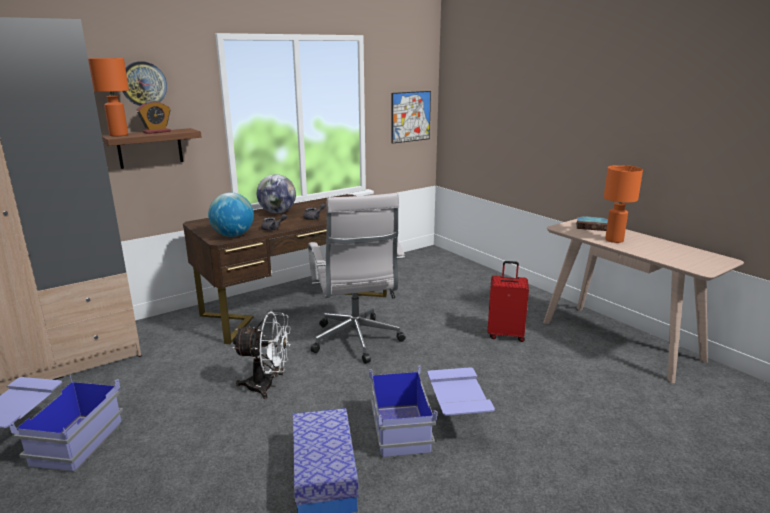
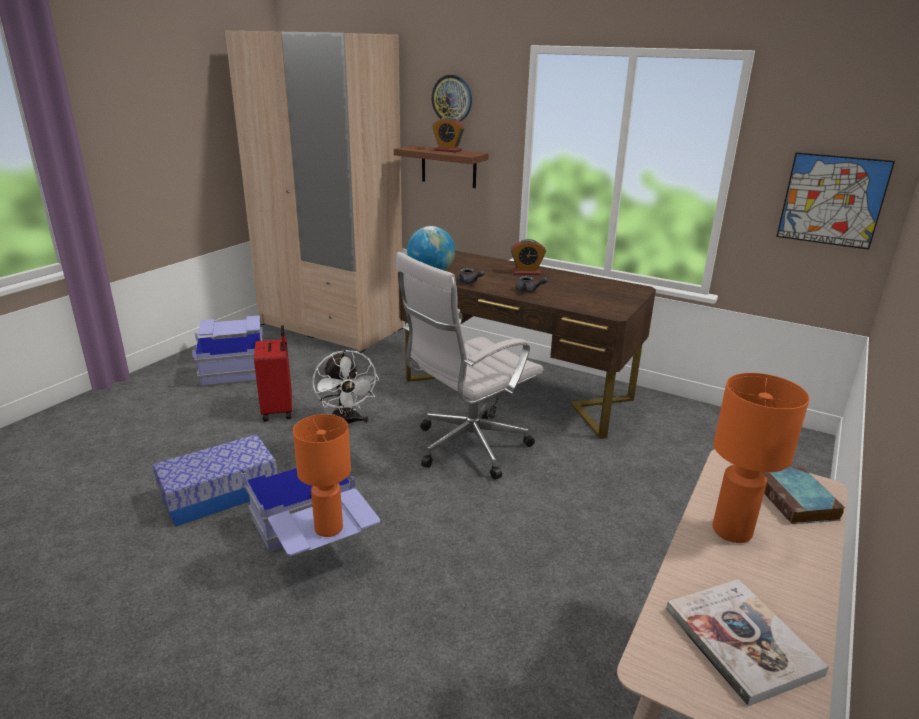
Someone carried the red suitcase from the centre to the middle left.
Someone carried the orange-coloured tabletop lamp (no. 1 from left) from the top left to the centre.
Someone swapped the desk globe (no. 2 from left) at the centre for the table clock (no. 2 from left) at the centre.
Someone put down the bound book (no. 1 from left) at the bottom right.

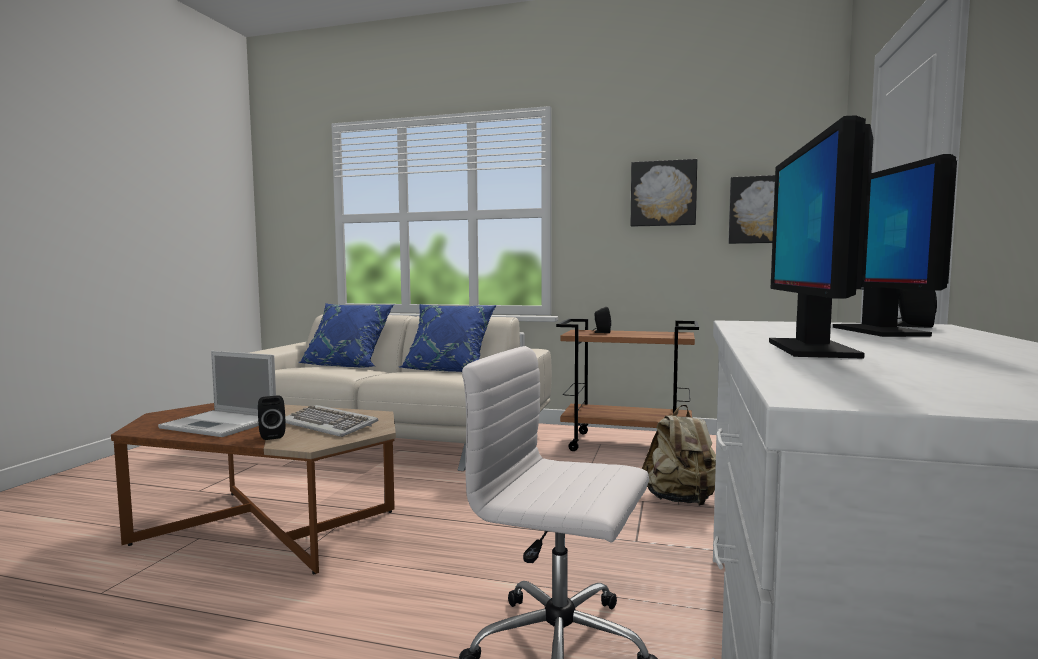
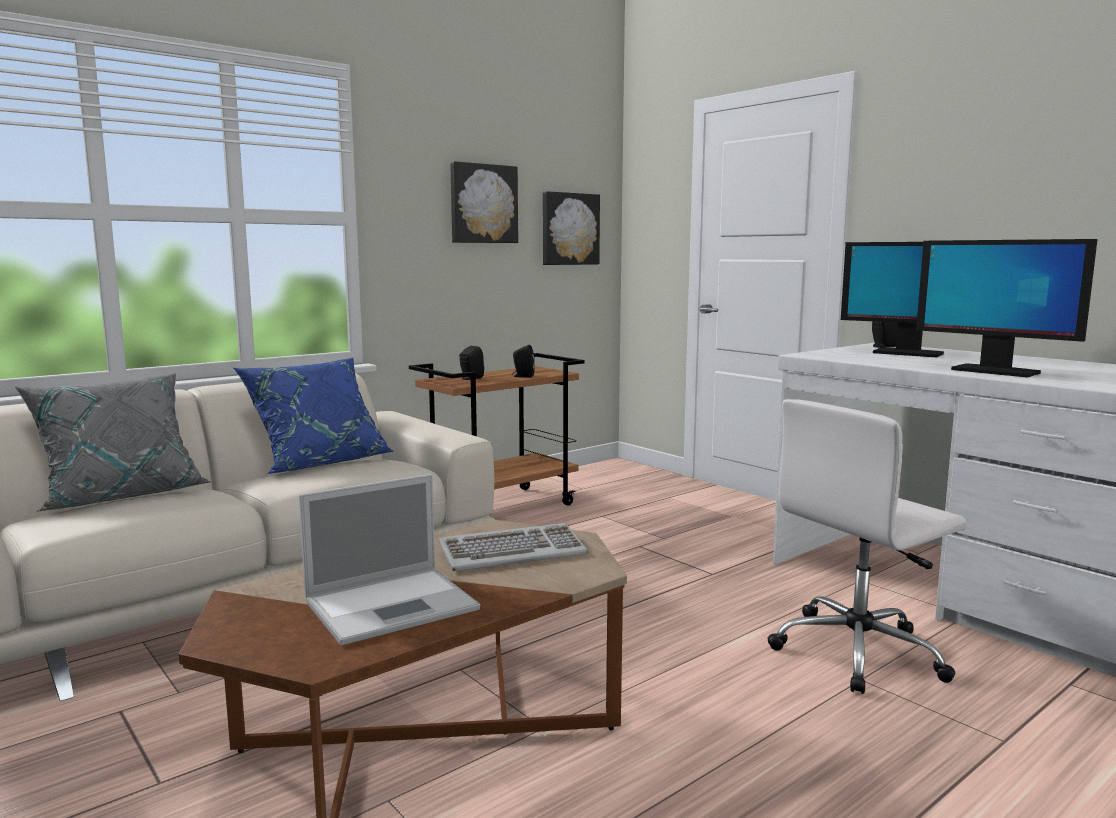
Someone repainted the blue-coloured cushion (no. 1 from left) at the centre, which became the greyish cushion at the middle left.
Someone carried the black speaker (no. 1 from left in the first image) from the middle left to the centre.
Someone took away the sand-coloured backpack at the bottom centre.

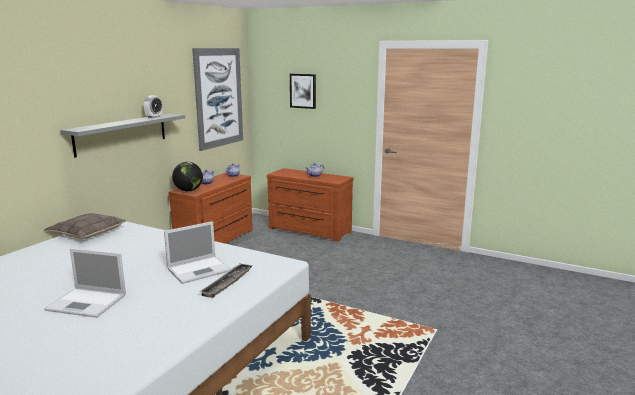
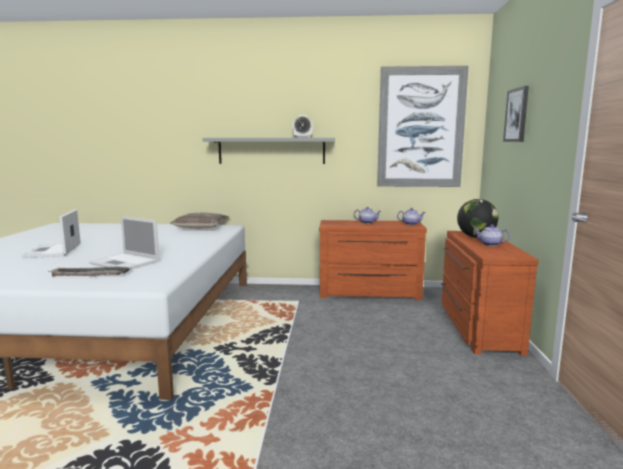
Someone carried the desk globe from the middle left to the middle right.

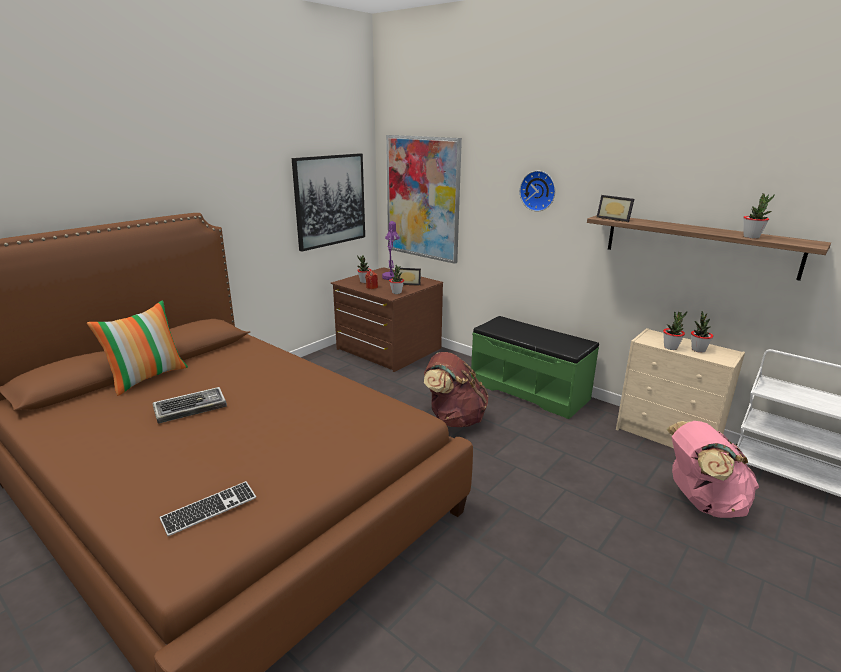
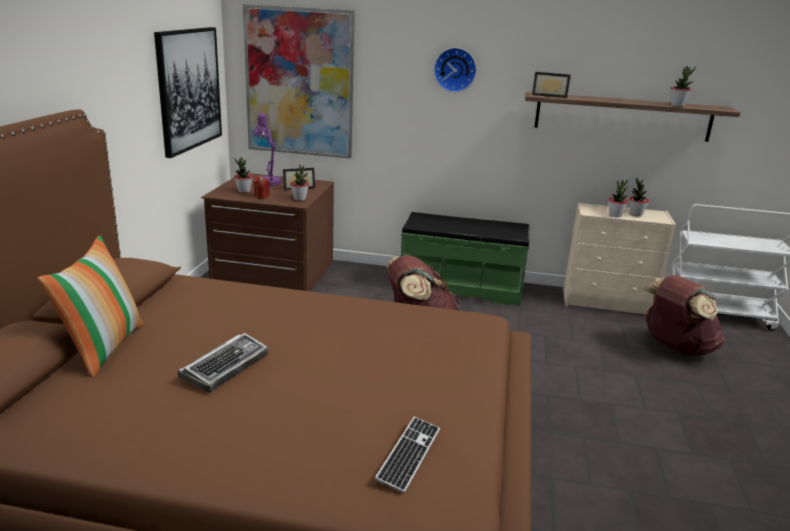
Someone repainted the pink-coloured backpack at the bottom right, which became the brown-coloured backpack (no. 2 from left) at the middle right.

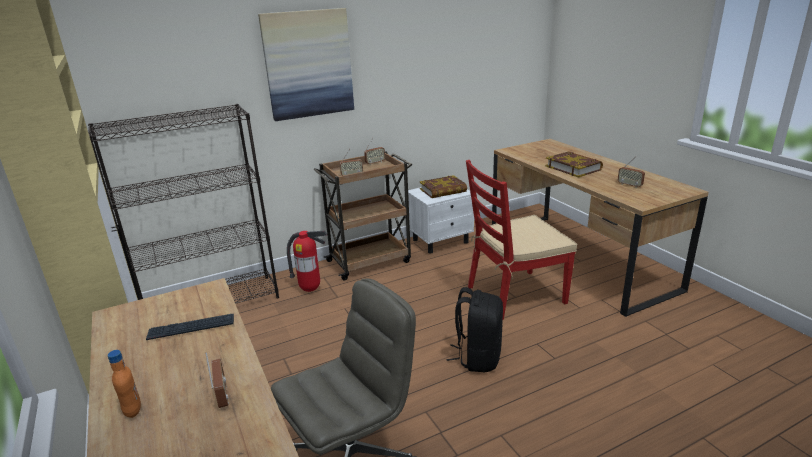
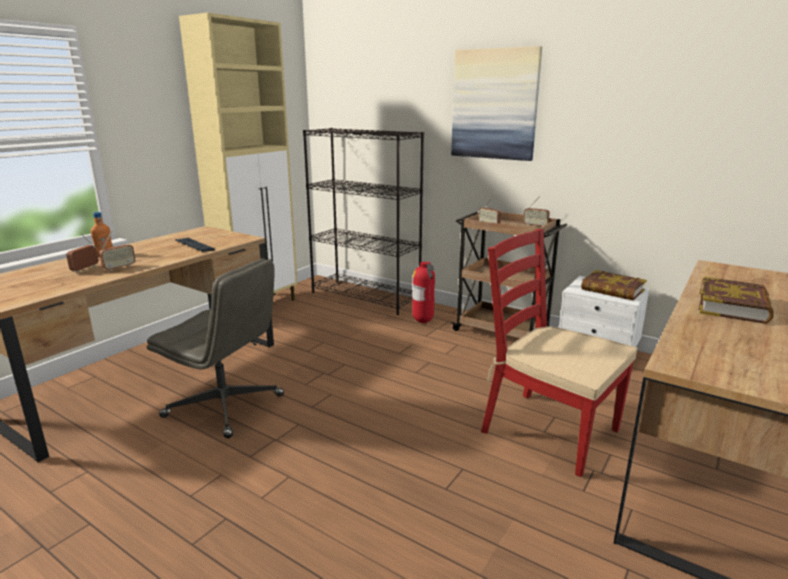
Someone carried the radio (no. 4 from left in the first image) from the middle right to the middle left.
Someone took away the black backpack at the bottom centre.

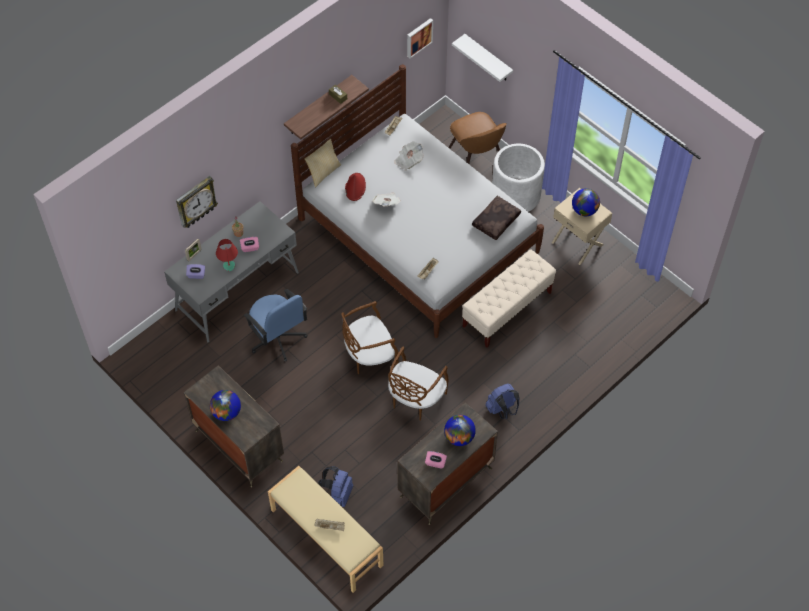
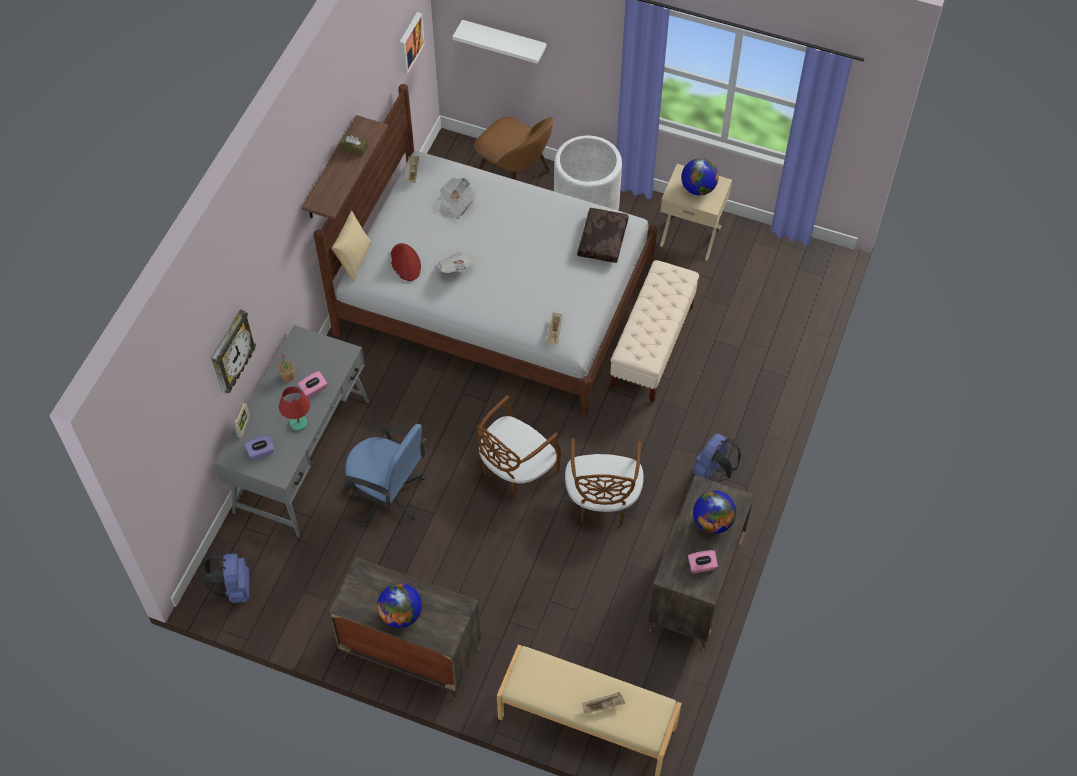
Someone carried the blue-coloured backpack (no. 1 from left) from the bottom centre to the bottom left.

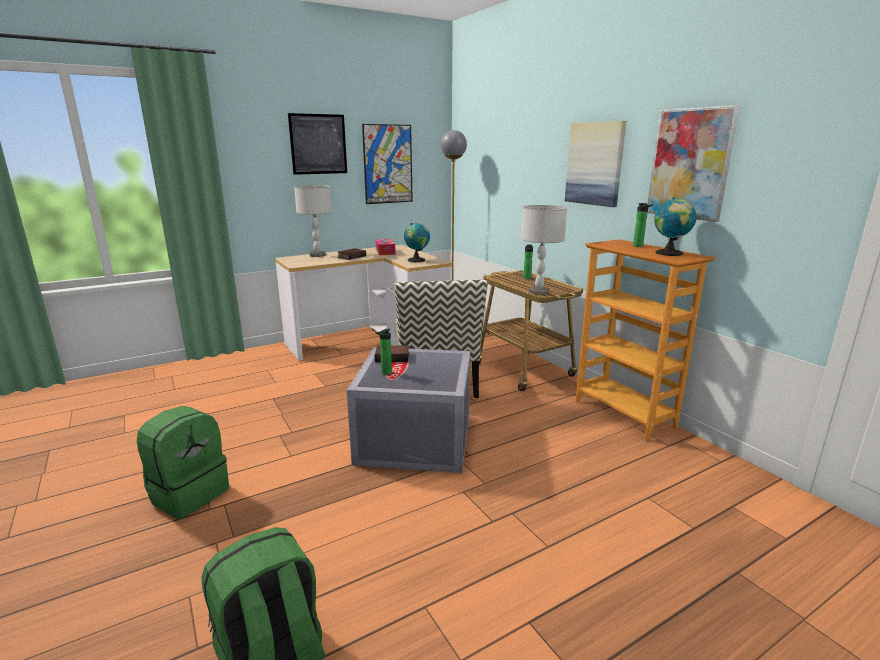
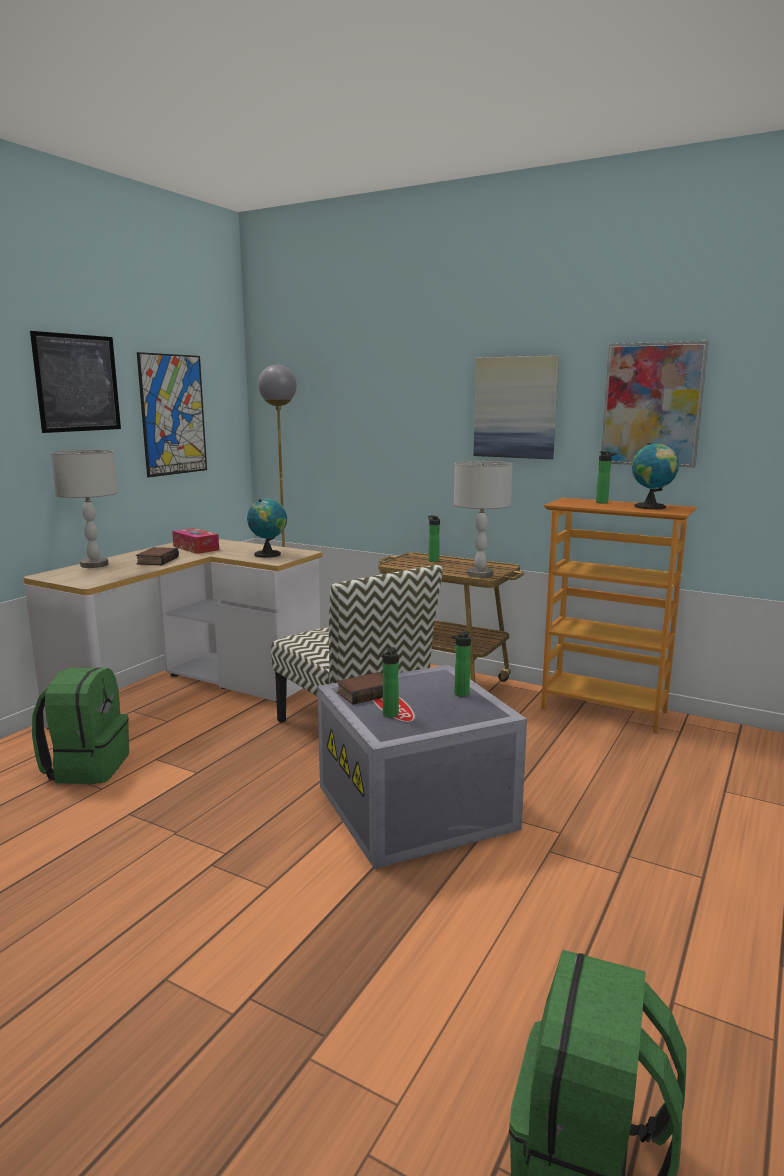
Someone carried the green-coloured backpack (no. 1 from left) from the bottom left to the middle left.
Someone put down the drink bottle (no. 3 from left) at the centre.

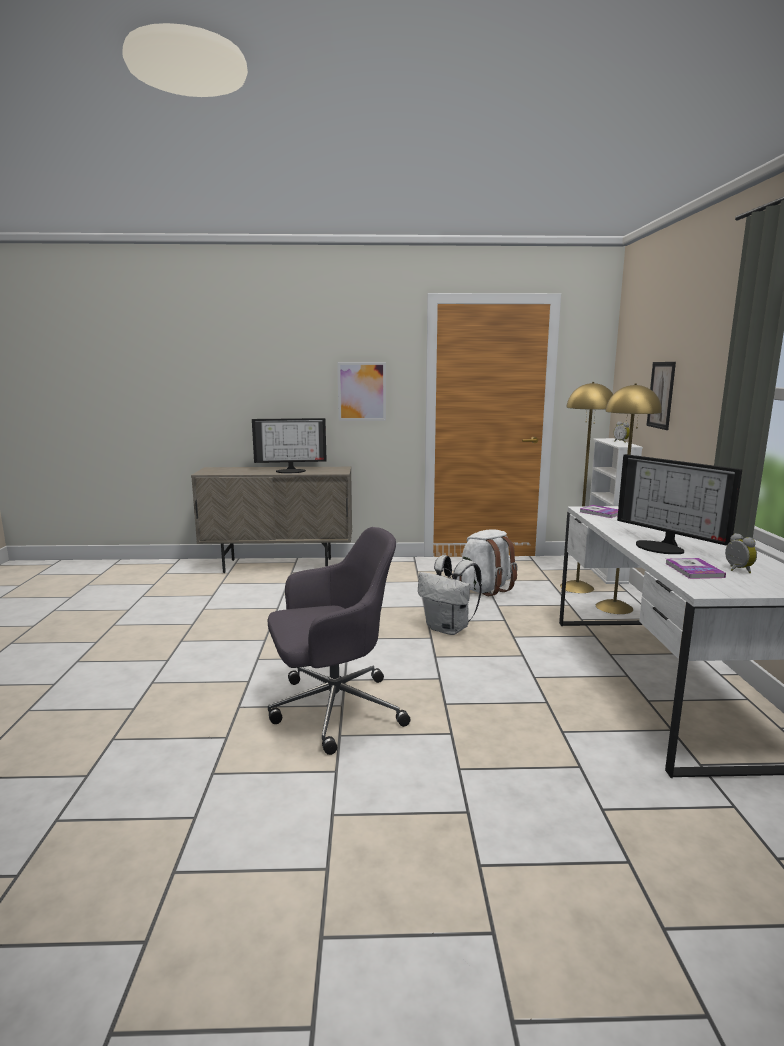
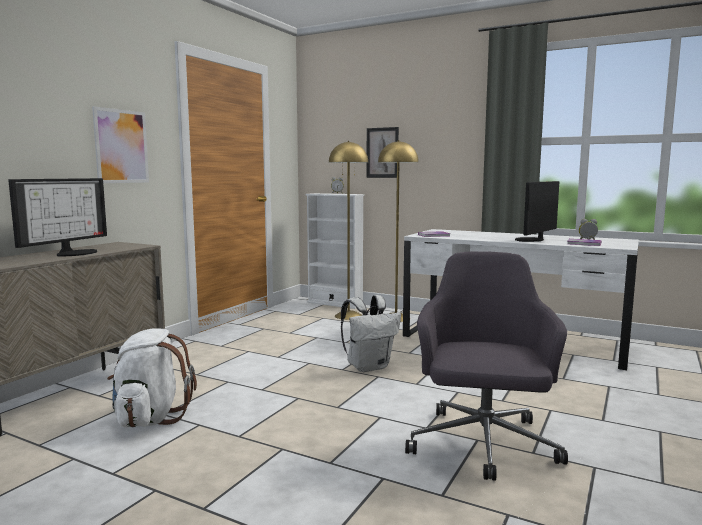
Someone carried the white-coloured backpack (no. 2 from left in the first image) from the centre to the bottom left.
Someone rotated the computer screen (no. 2 from left) at the middle right by 135 degrees clockwise.

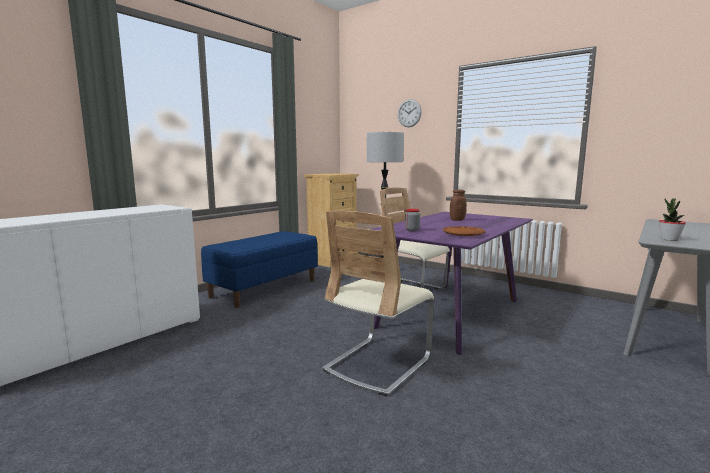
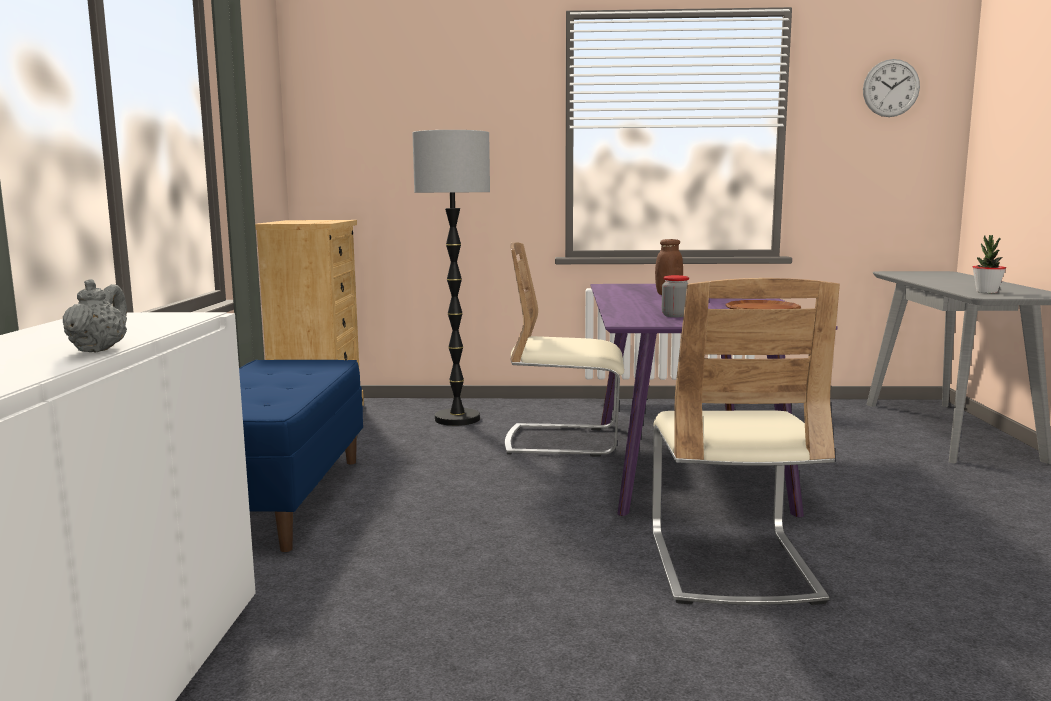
Someone put down the greyish teapot at the middle left.
Someone carried the wall clock from the top centre to the top right.

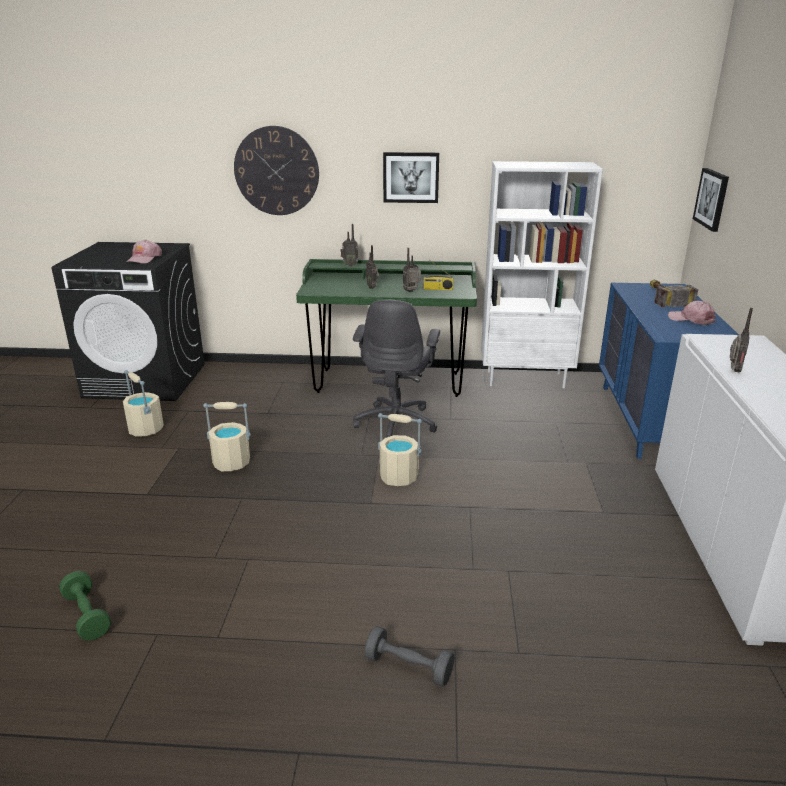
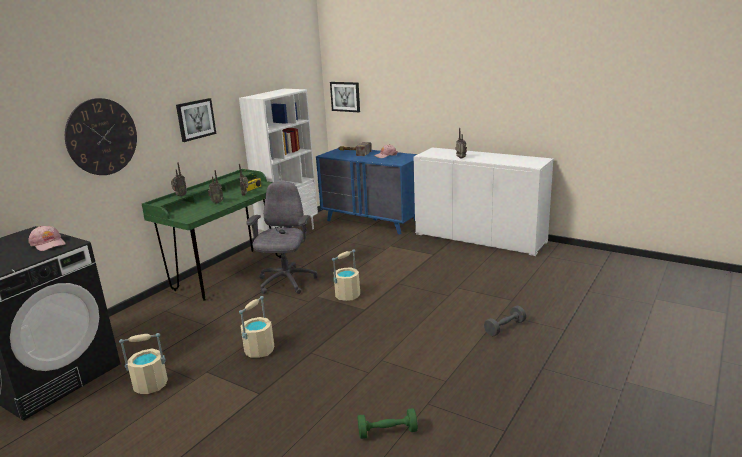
Someone rotated the greyish office chair at the centre by 120 degrees counterclockwise.

